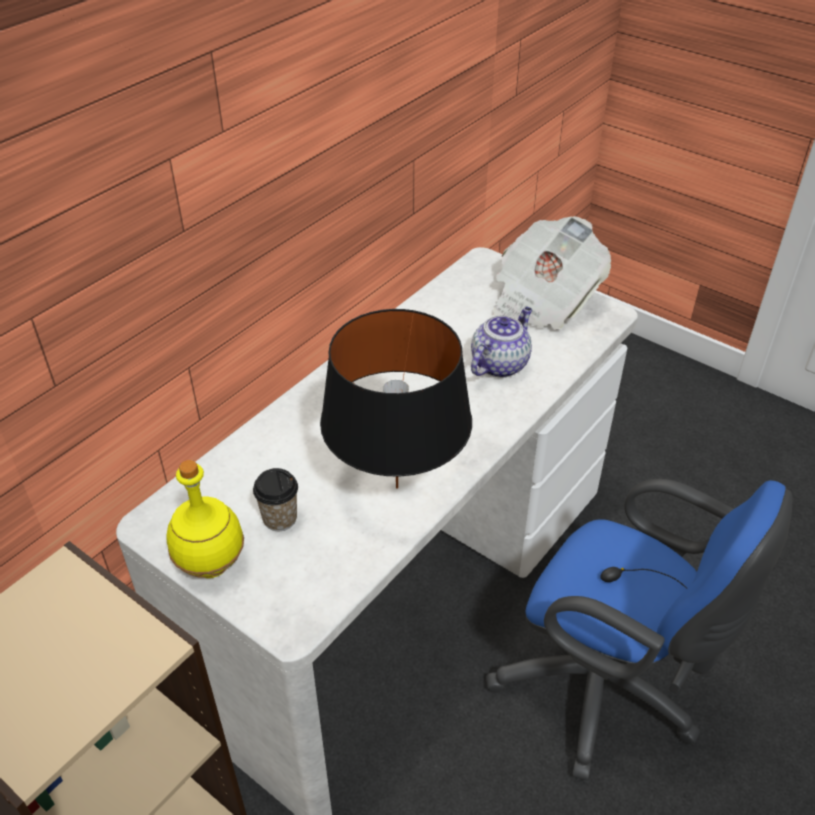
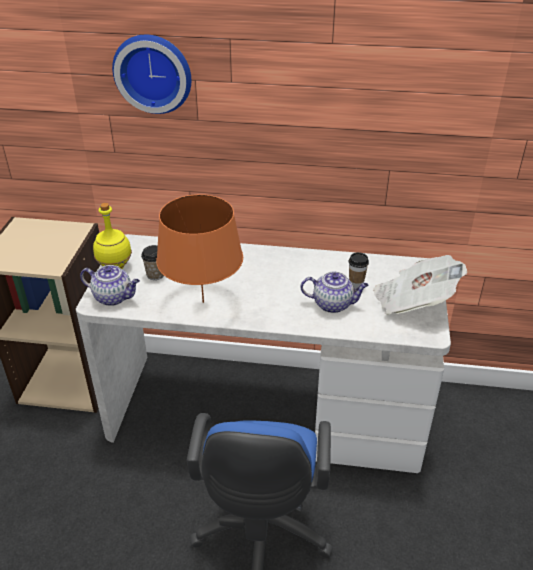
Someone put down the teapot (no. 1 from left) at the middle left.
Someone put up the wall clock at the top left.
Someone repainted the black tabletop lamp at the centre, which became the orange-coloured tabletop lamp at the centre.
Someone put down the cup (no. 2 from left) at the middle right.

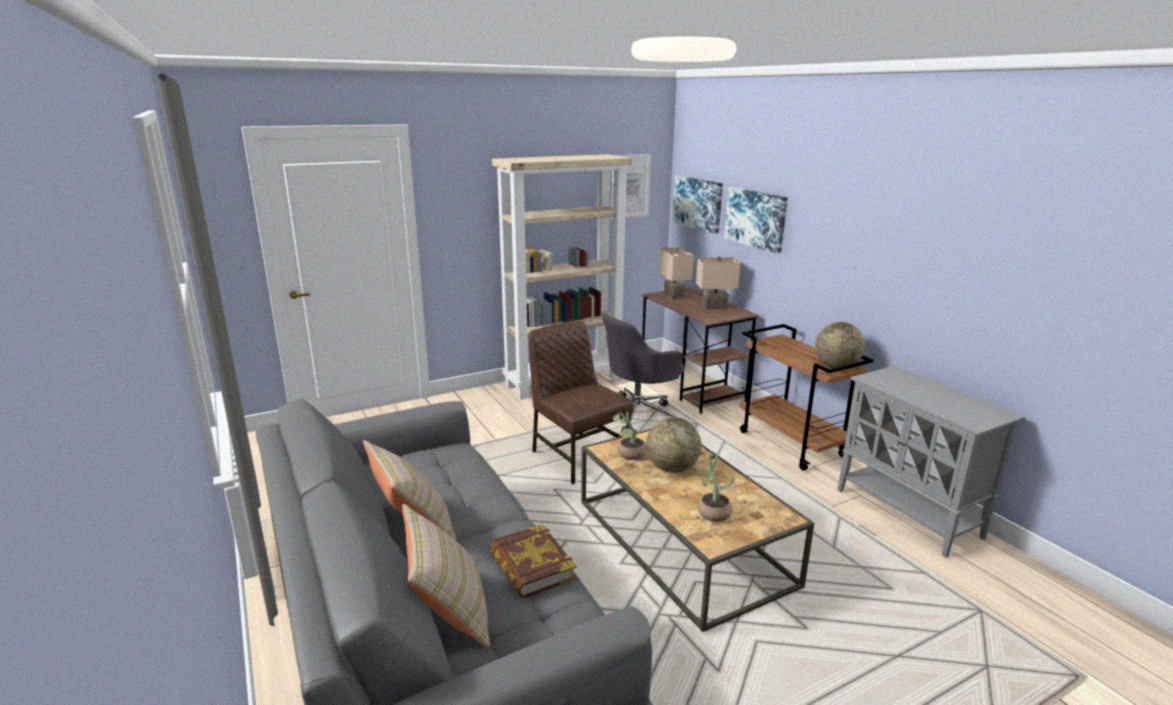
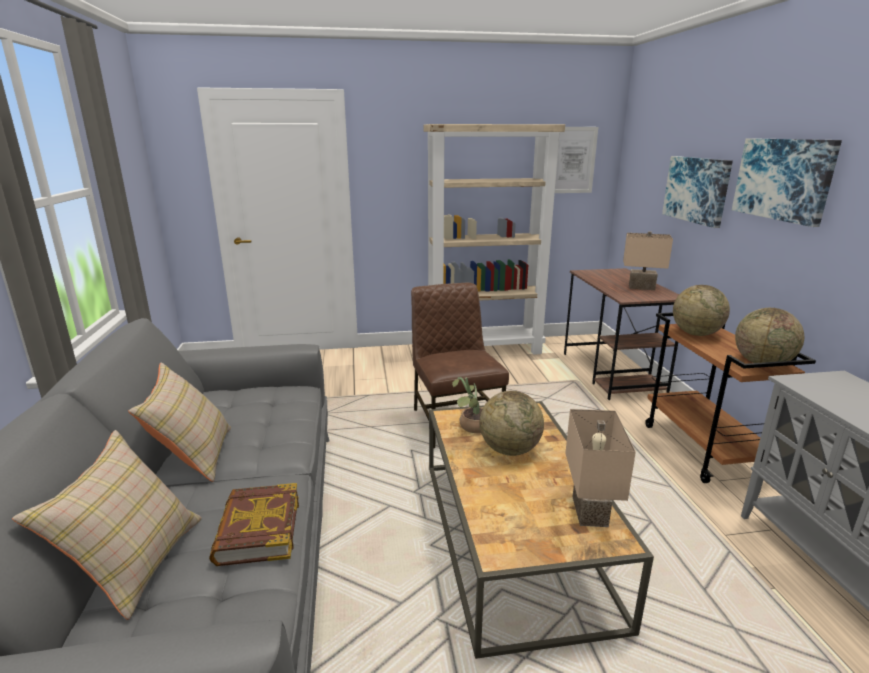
Someone carried the sand-coloured tabletop lamp (no. 1 from left) from the centre to the bottom right.
Someone put down the desk globe (no. 2 from left) at the middle right.
Someone carried the picture (no. 2 from left in the first image) from the top centre to the top right.
Someone took away the greyish office chair at the centre.
Someone took away the potted plant (no. 2 from left) at the bottom centre.

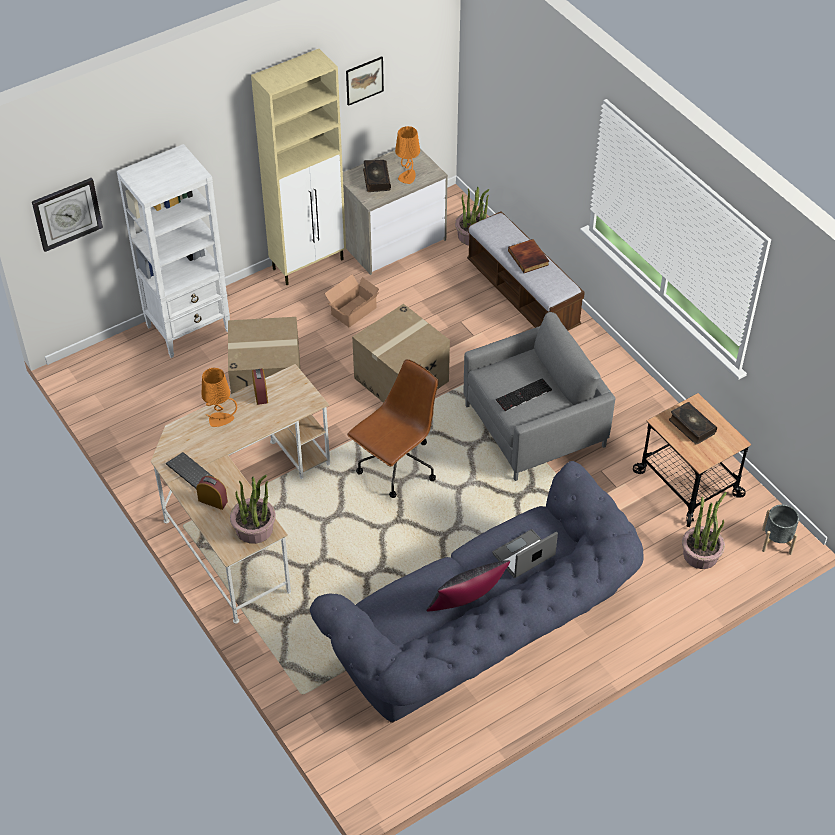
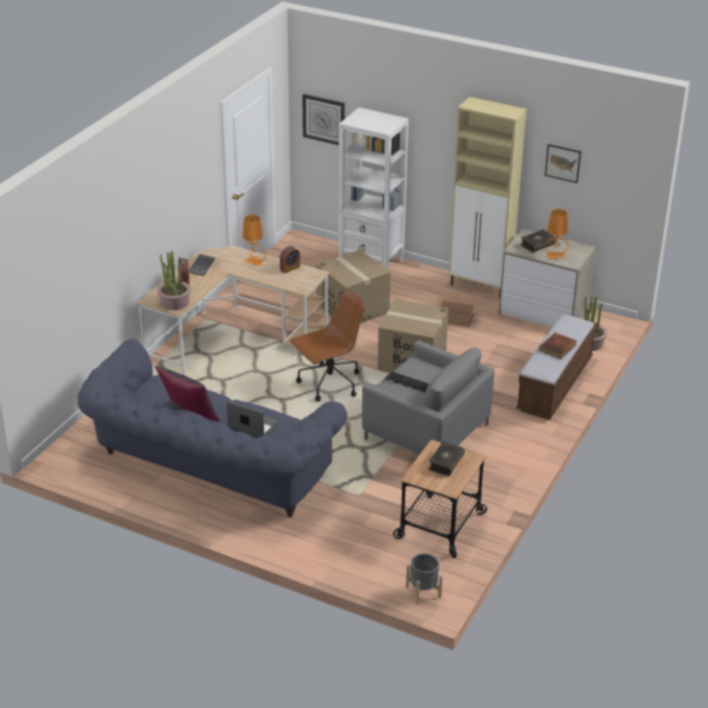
Someone rotated the brown-coloured office chair at the centre by 45 degrees counterclockwise.
Someone took away the potted plant (no. 3 from left) at the middle right.

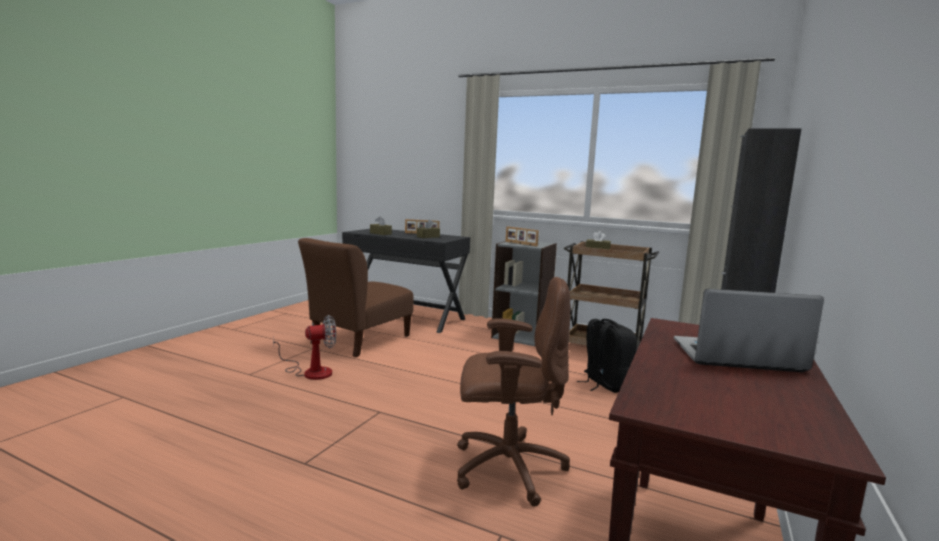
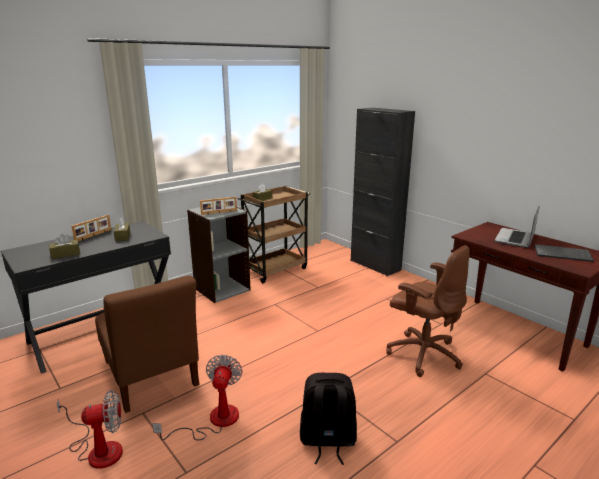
Someone put down the cooling fan (no. 1 from left) at the bottom left.
Someone carried the black backpack from the centre to the bottom centre.
Someone rotated the brown-coloured office chair at the bottom centre by 105 degrees clockwise.
Someone put down the computer keyboard at the middle right.

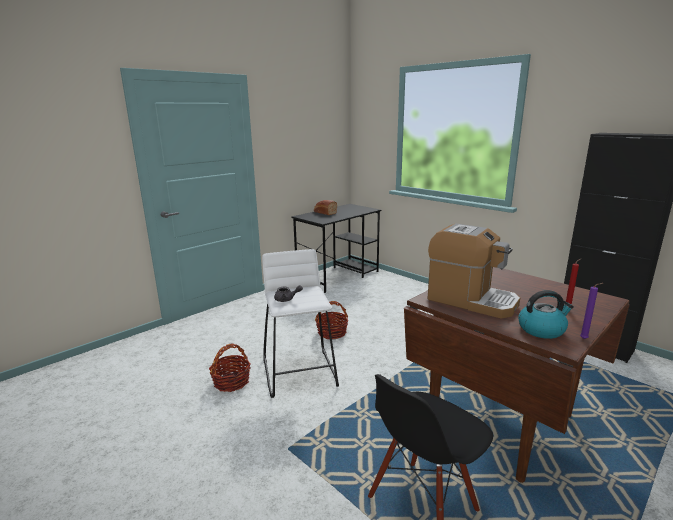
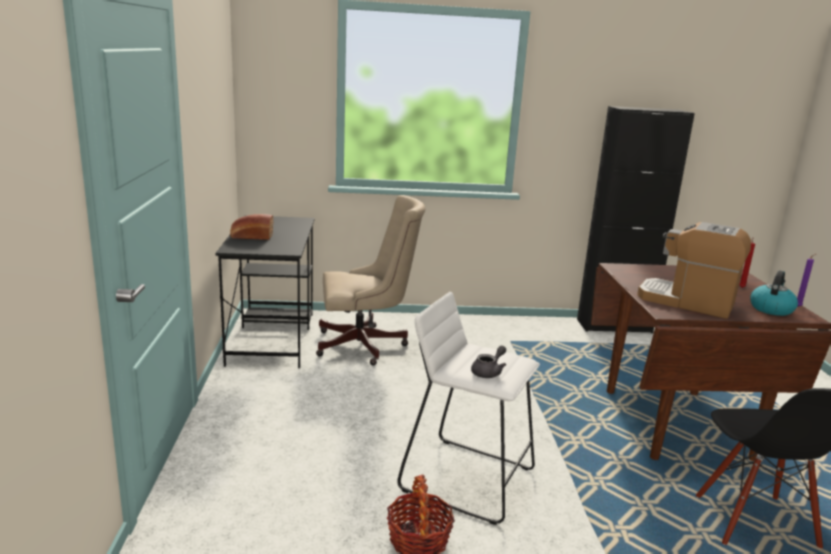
Someone put down the sand-coloured office chair at the centre.
Someone rotated the coffee machine at the middle right by 135 degrees counterclockwise.
Someone took away the household basket (no. 2 from left) at the centre.

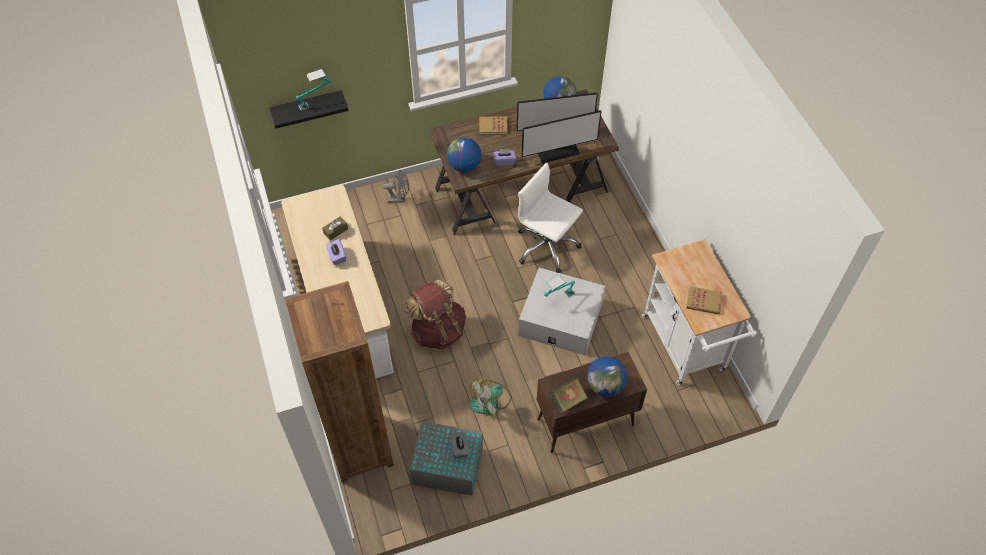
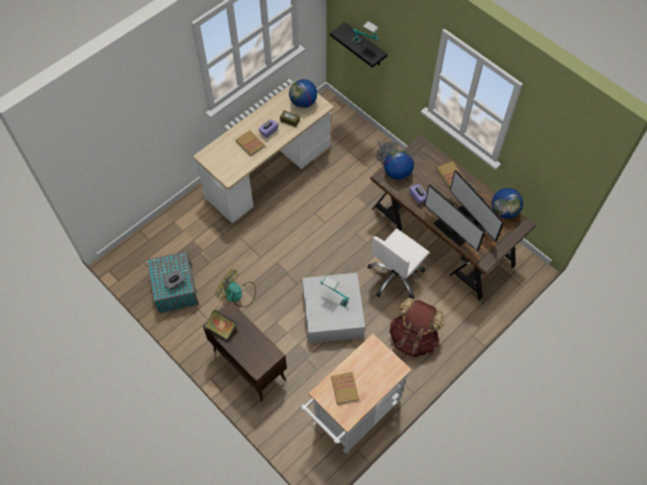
Someone put down the bound book (no. 2 from left) at the top centre.
Someone carried the desk globe (no. 3 from left in the first image) from the bottom centre to the top centre.
Someone rotated the white-coloured office chair at the centre by 150 degrees counterclockwise.
Someone carried the brown-coloured backpack from the centre to the bottom centre.
Someone took away the brown-coloured shelving unit at the bottom centre.

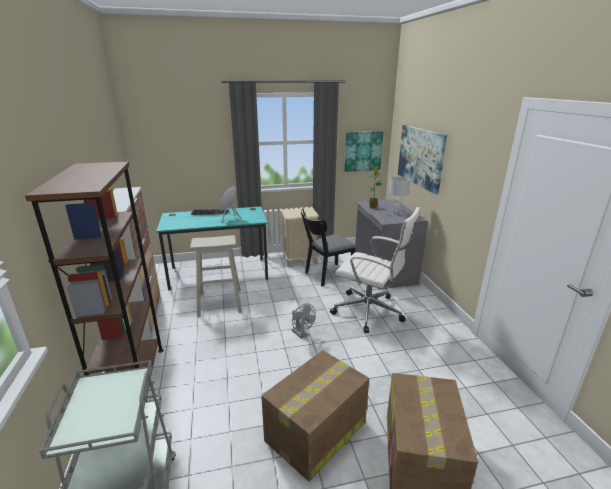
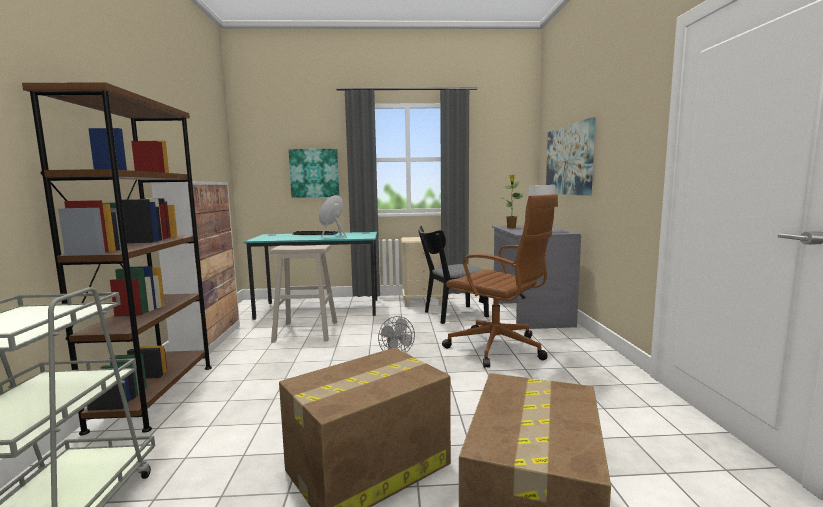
Someone carried the picture (no. 1 from left) from the top centre to the centre.
Someone repainted the white-coloured office chair at the centre, which became the brown-coloured office chair at the centre.

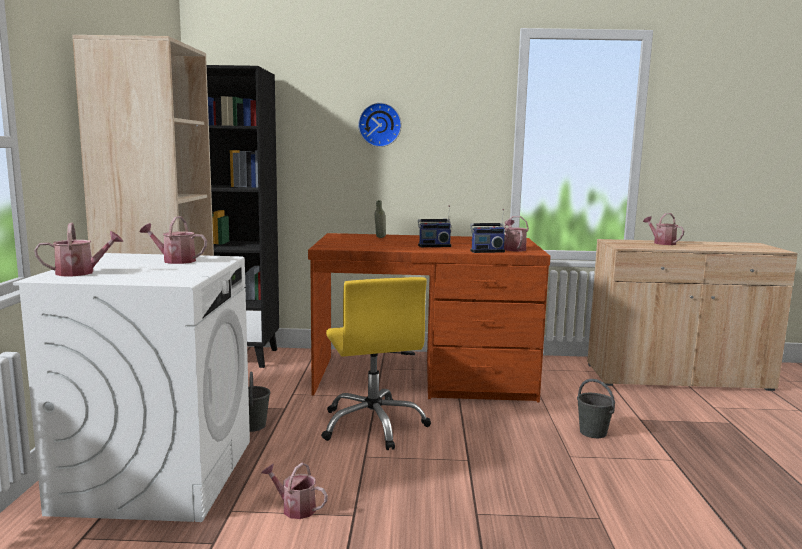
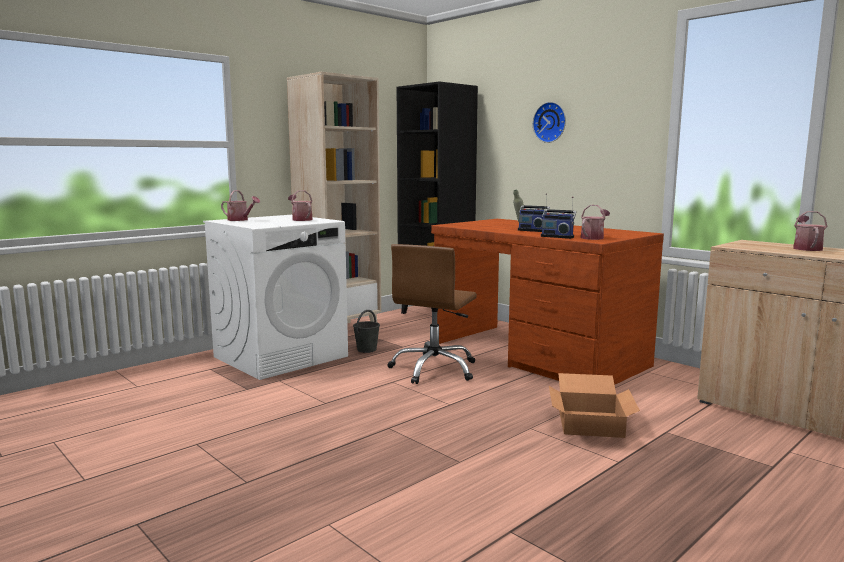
Someone repainted the yellow office chair at the centre, which became the brown-coloured office chair at the centre.
Someone swapped the greyish pail (no. 2 from left) at the bottom right for the cardboard box at the bottom right.
Someone took away the sprinkling can (no. 3 from left) at the bottom centre.

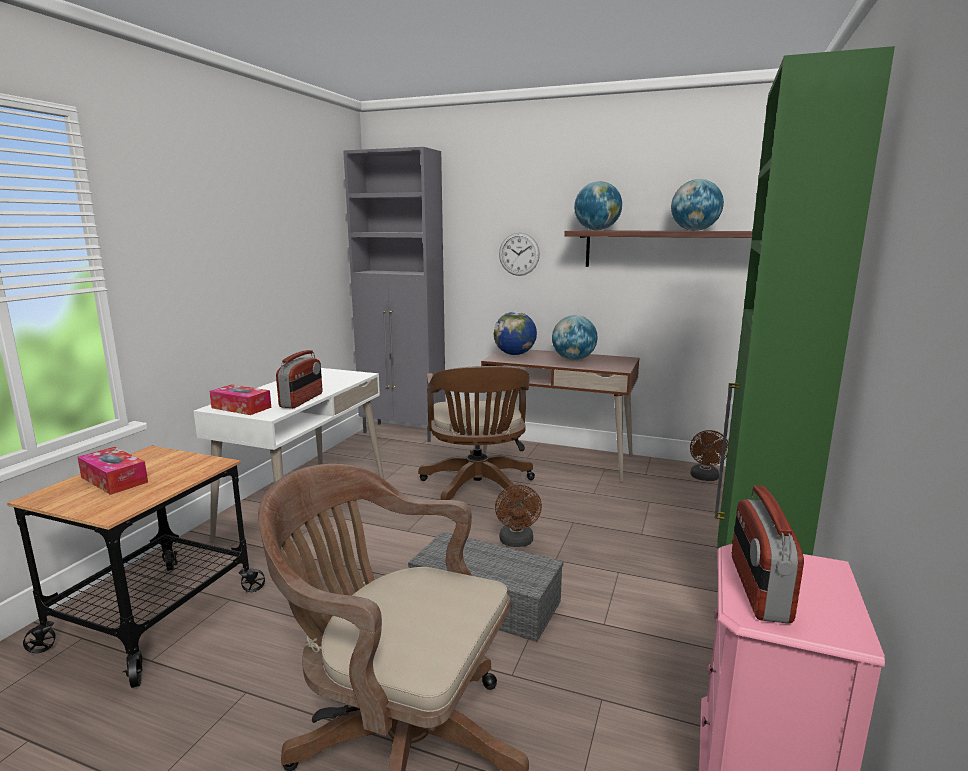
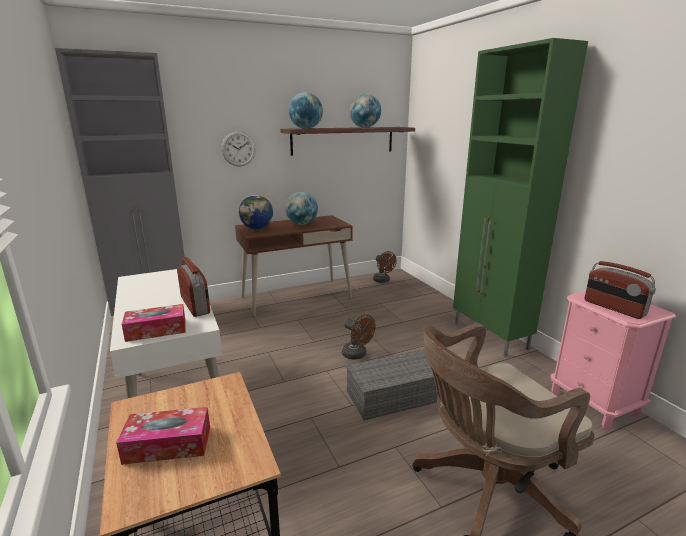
Someone took away the brown-coloured office chair (no. 2 from left) at the centre.

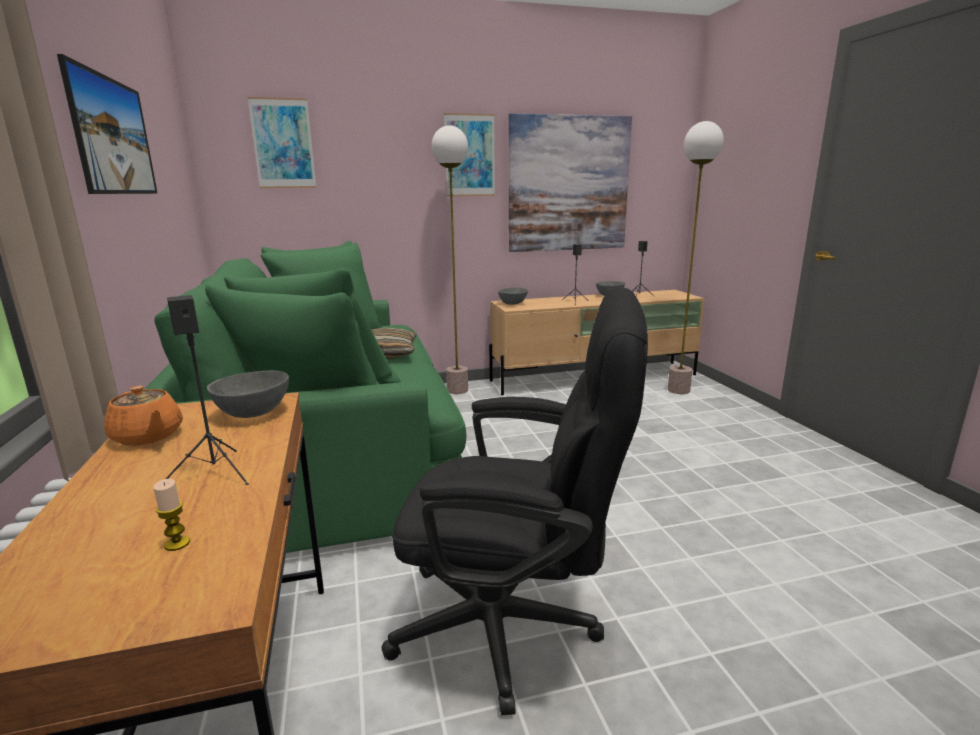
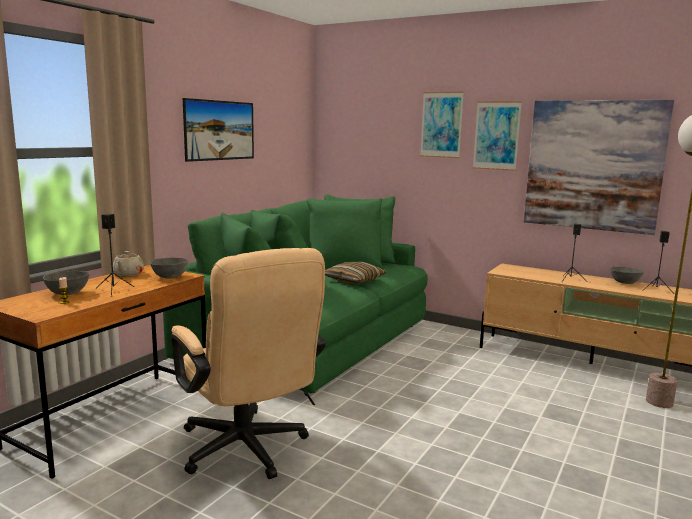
Someone carried the greyish serving bowl (no. 2 from left in the first image) from the centre to the middle left.
Someone repainted the orange-coloured teapot at the middle left, which became the sand-coloured teapot at the middle left.
Someone repainted the black office chair at the bottom centre, which became the sand-coloured office chair at the bottom centre.
Someone carried the picture (no. 2 from left) from the top left to the top centre.
Someone took away the standard lamp (no. 1 from left) at the centre.

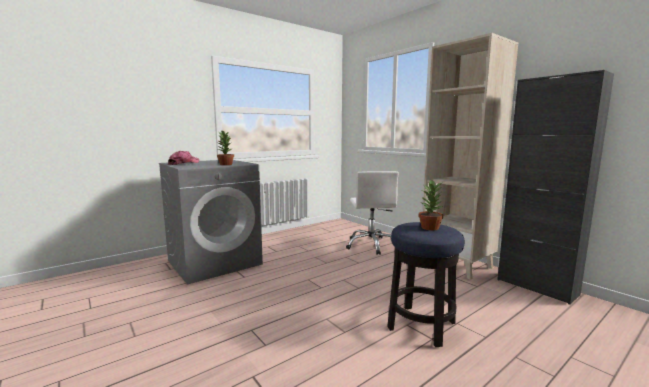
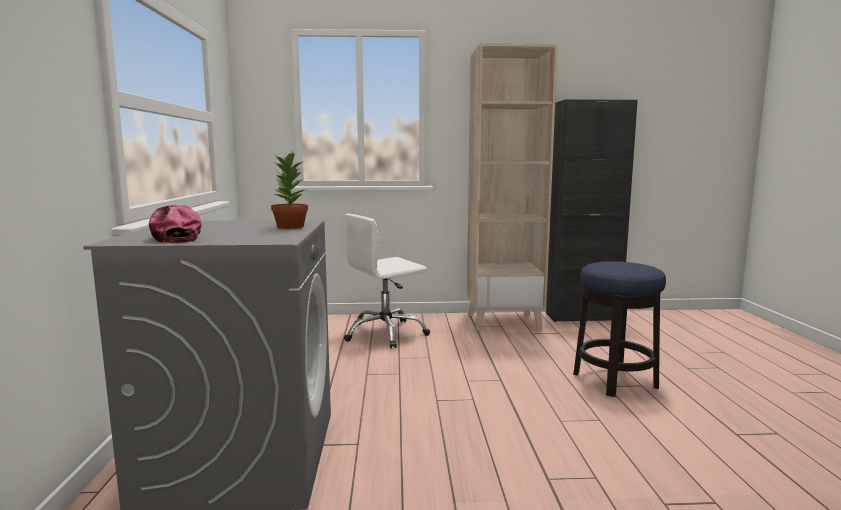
Someone rotated the white-coloured office chair at the centre by 120 degrees clockwise.
Someone took away the potted plant (no. 2 from left) at the centre.

